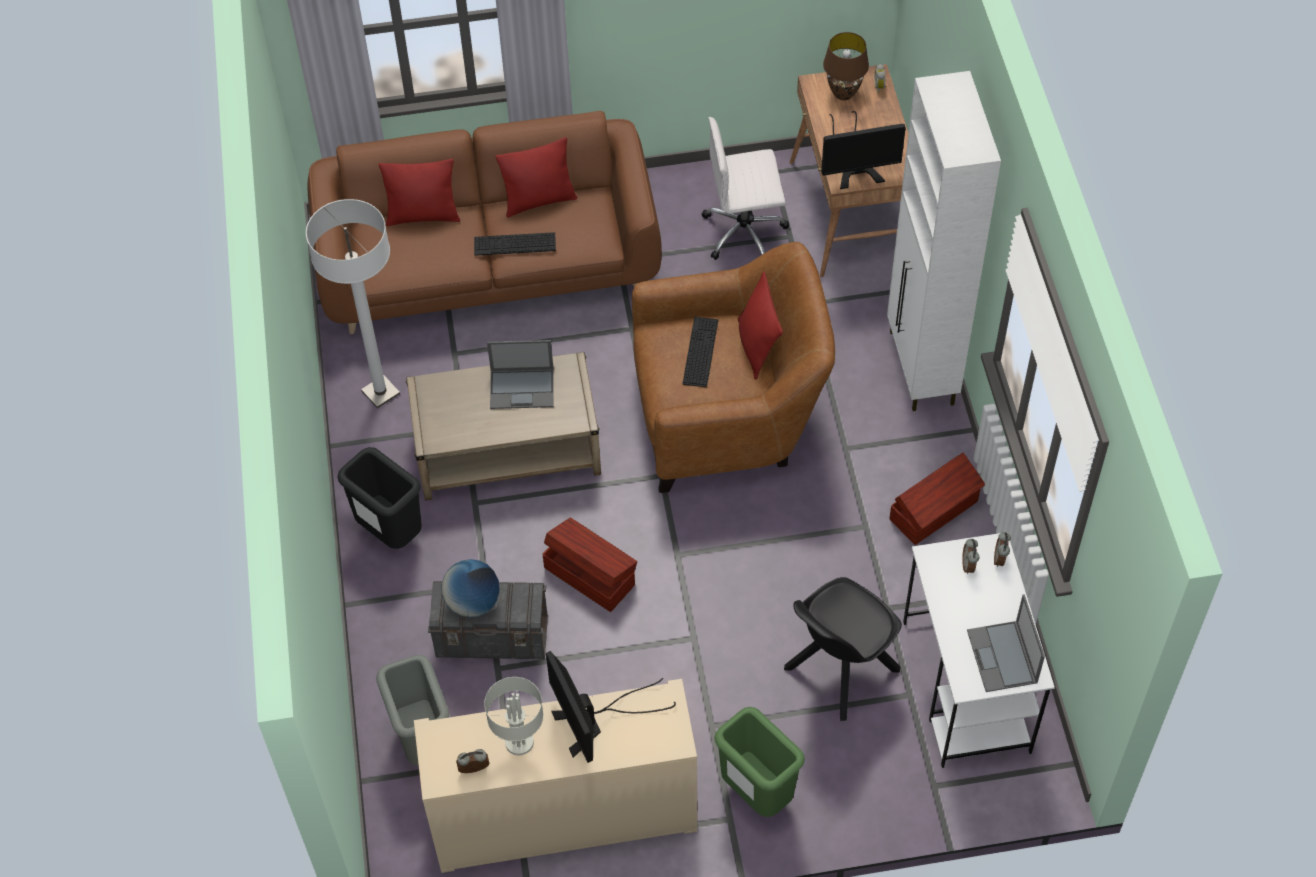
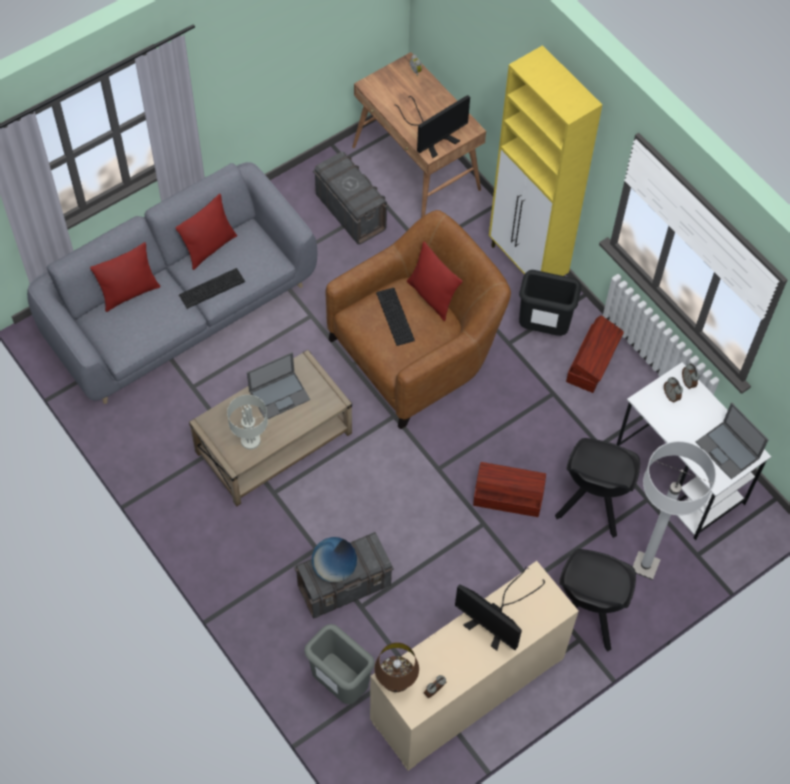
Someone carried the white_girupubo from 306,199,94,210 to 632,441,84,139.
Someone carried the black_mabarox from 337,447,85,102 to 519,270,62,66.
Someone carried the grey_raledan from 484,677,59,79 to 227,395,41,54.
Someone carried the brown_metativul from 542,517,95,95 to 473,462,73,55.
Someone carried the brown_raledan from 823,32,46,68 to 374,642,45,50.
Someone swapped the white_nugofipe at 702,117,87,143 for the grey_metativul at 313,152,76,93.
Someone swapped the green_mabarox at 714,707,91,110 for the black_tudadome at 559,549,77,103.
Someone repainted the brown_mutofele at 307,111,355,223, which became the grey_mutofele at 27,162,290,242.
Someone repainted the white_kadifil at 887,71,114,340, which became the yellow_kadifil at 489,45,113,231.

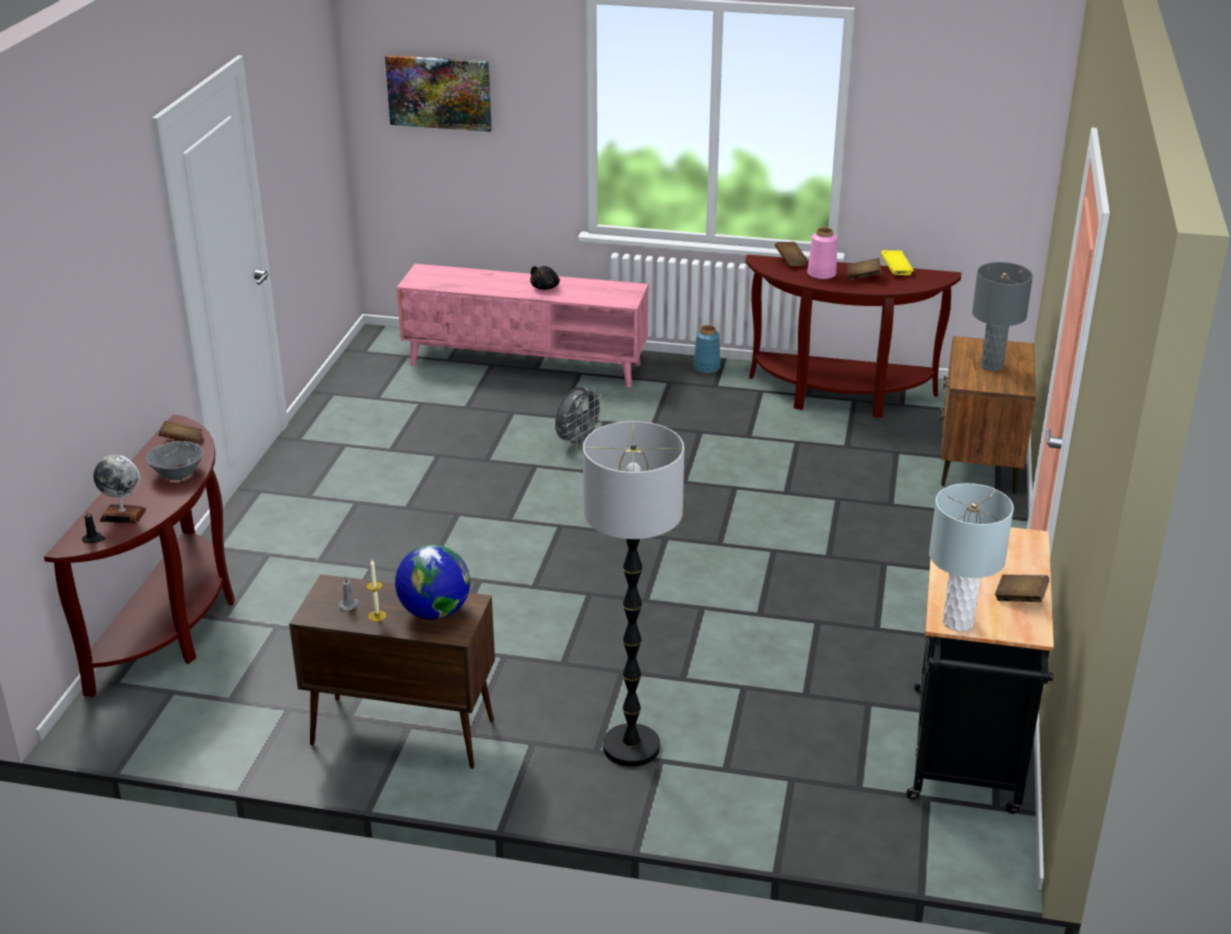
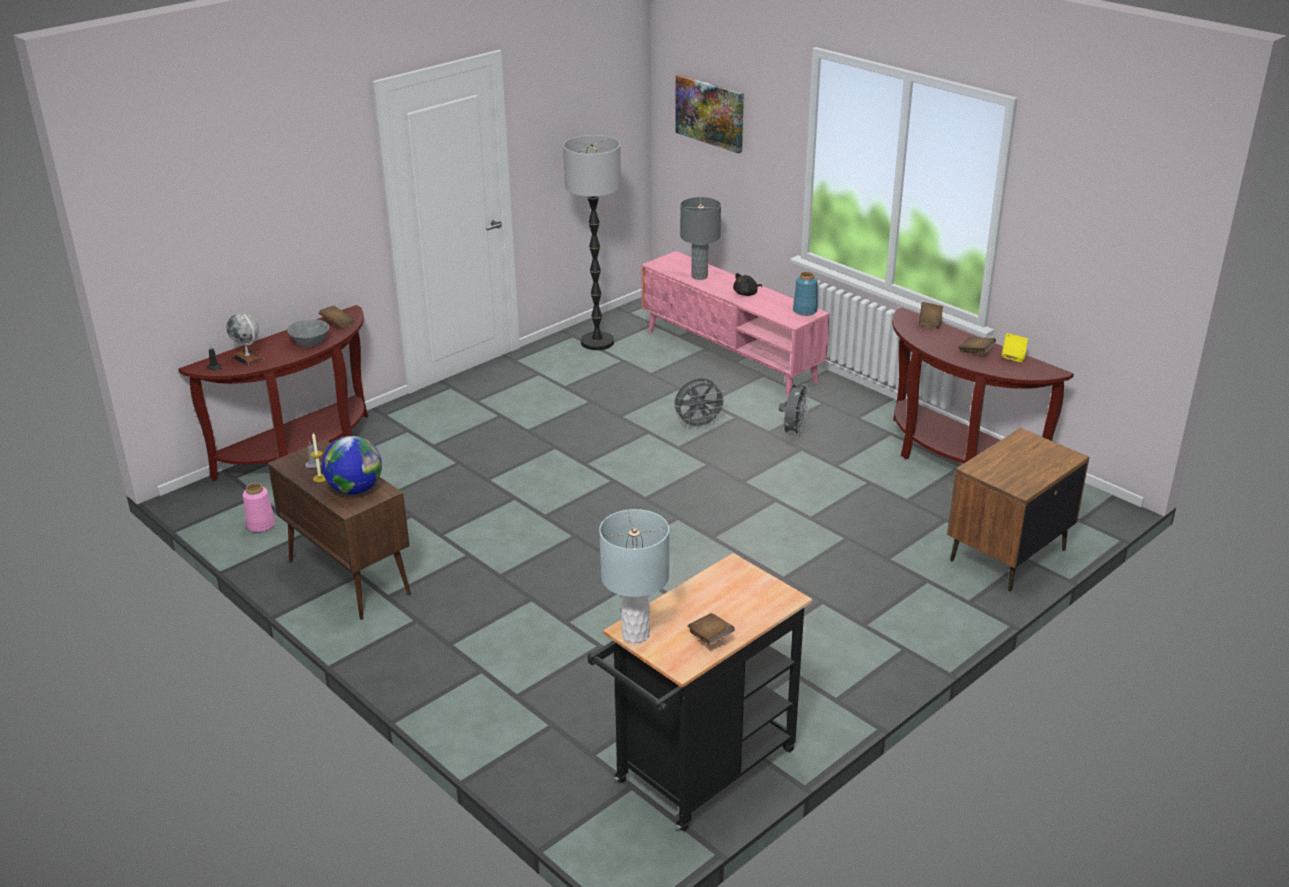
Someone put down the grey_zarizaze at 779,383,31,55.
Someone carried the girupubo from 583,421,101,346 to 563,135,58,215.
Someone carried the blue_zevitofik from 694,325,26,48 to 793,271,25,45.
Someone carried the pink_zevitofik from 807,227,30,53 to 243,483,32,49.
Someone carried the grey_raledan from 972,262,61,109 to 680,197,41,83.

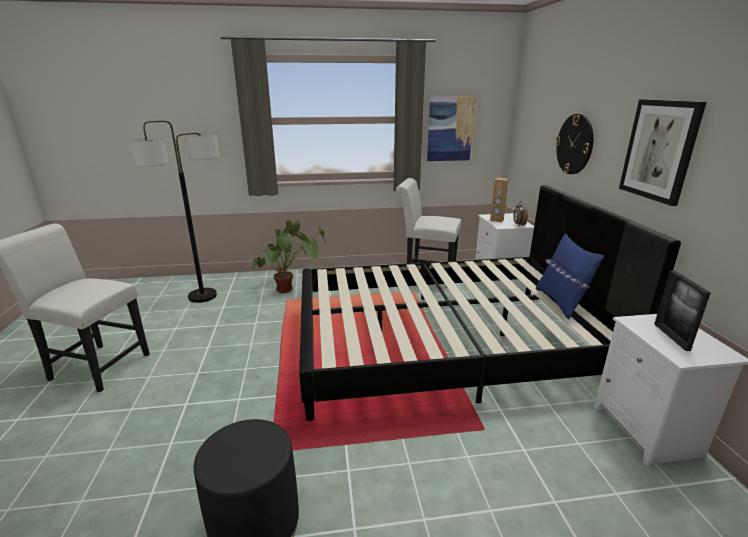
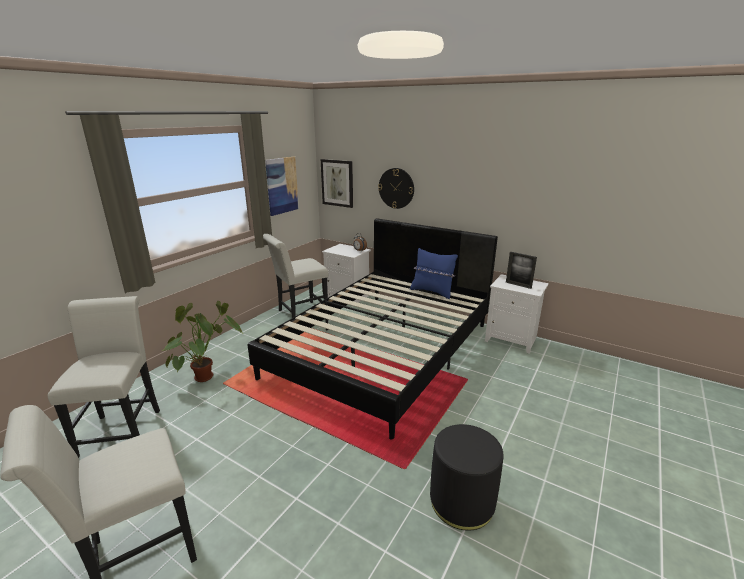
Someone took away the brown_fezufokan at 490,178,18,44.
Someone carried the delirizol from 619,99,88,107 to 321,159,32,49.
Someone swapped the girupubo at 128,120,92,183 for the white_tudadome at 48,296,112,162.

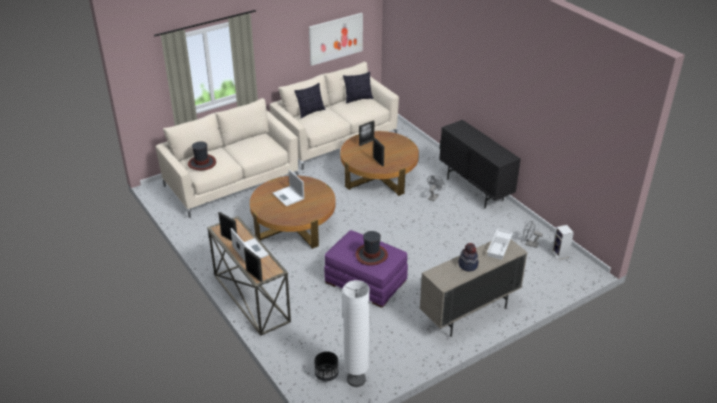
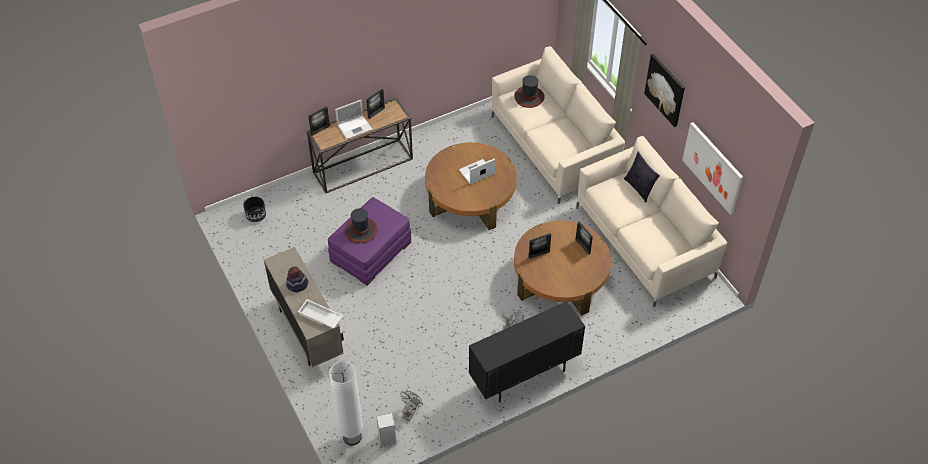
Someone took away the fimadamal at 343,72,30,32.
Someone put up the delirizol at 644,54,41,73.
Someone carried the white_girupubo from 343,280,27,107 to 329,361,34,85.

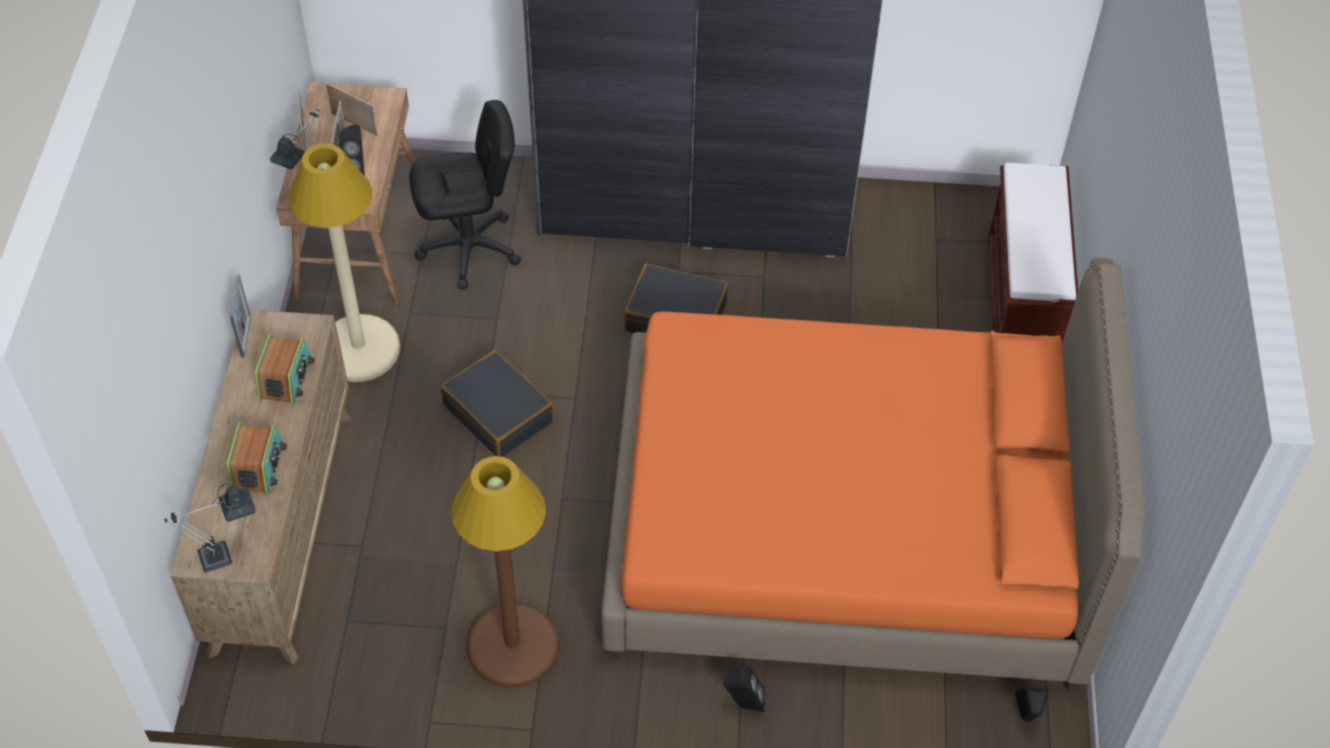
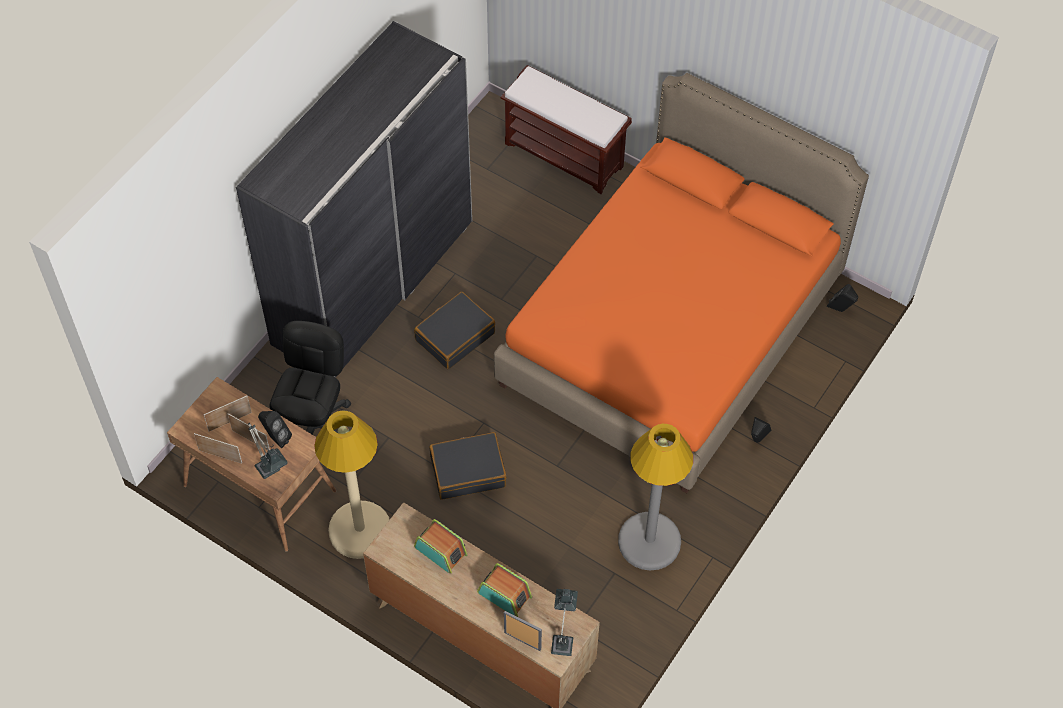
Someone carried the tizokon from 230,274,21,83 to 504,611,38,40.
Someone repainted the brown_girupubo at 451,456,108,232, which became the grey_girupubo at 618,424,75,146.

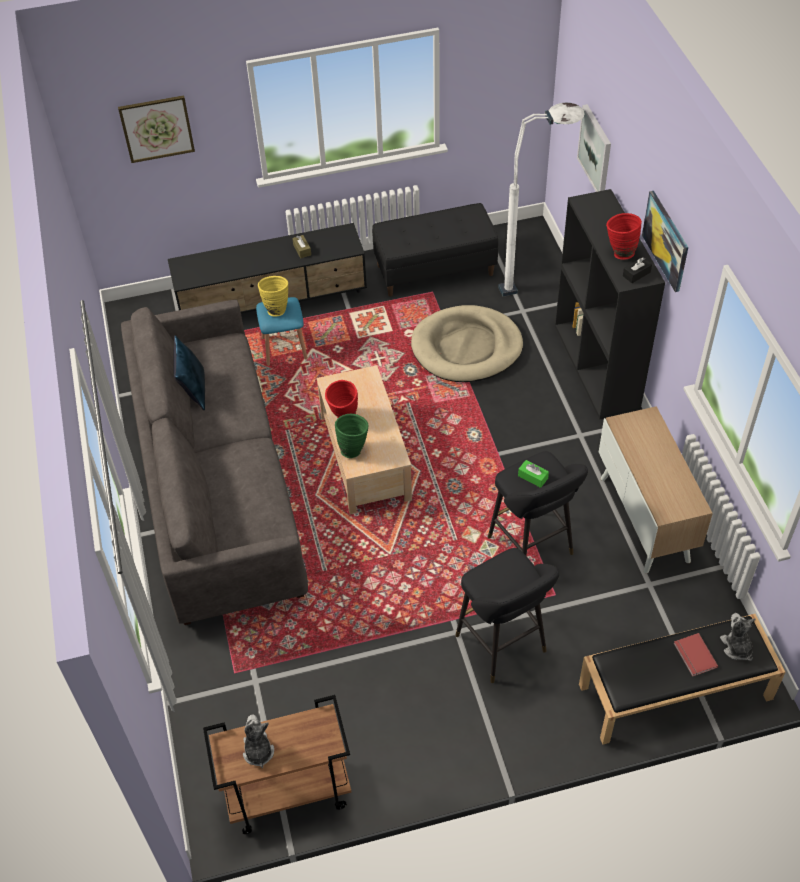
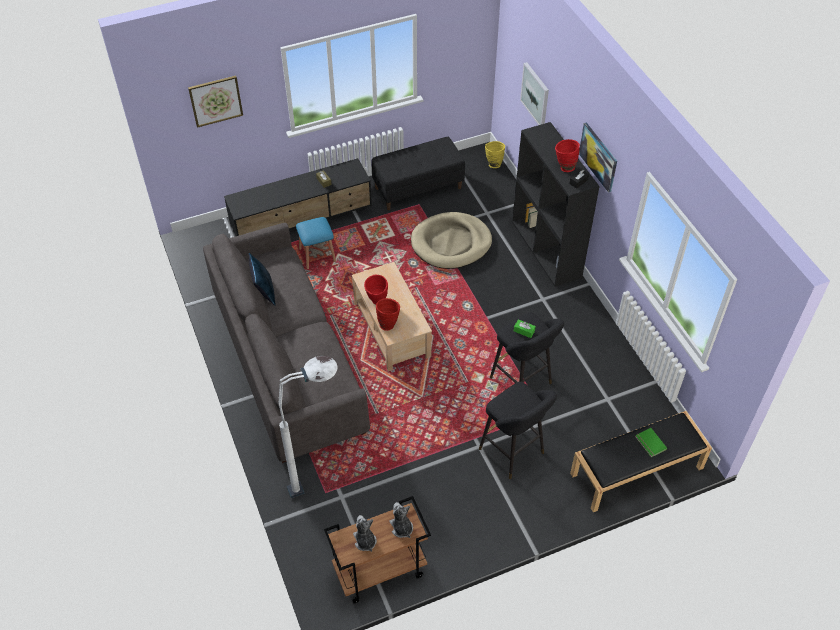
Someone took away the kadifil at 599,406,114,168.
Someone carried the yellow_zevitofik from 258,276,30,41 to 485,141,20,27.
Someone carried the white_girupubo from 498,103,87,194 to 279,356,59,142.
Someone carried the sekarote from 720,613,35,48 to 390,502,23,36.
Someone repainted the green_zevitofik at 335,414,33,44, which became the red_zevitofik at 376,298,24,33.
Someone repainted the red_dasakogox at 674,633,44,44, which became the green_dasakogox at 635,428,32,29.

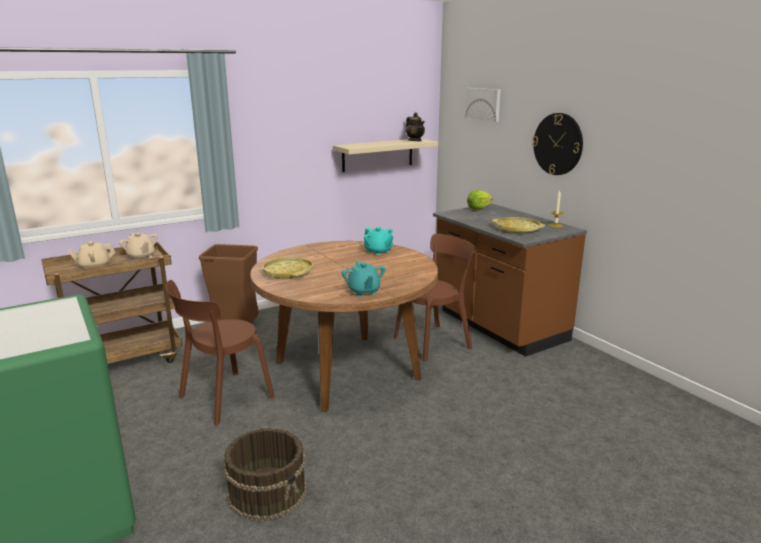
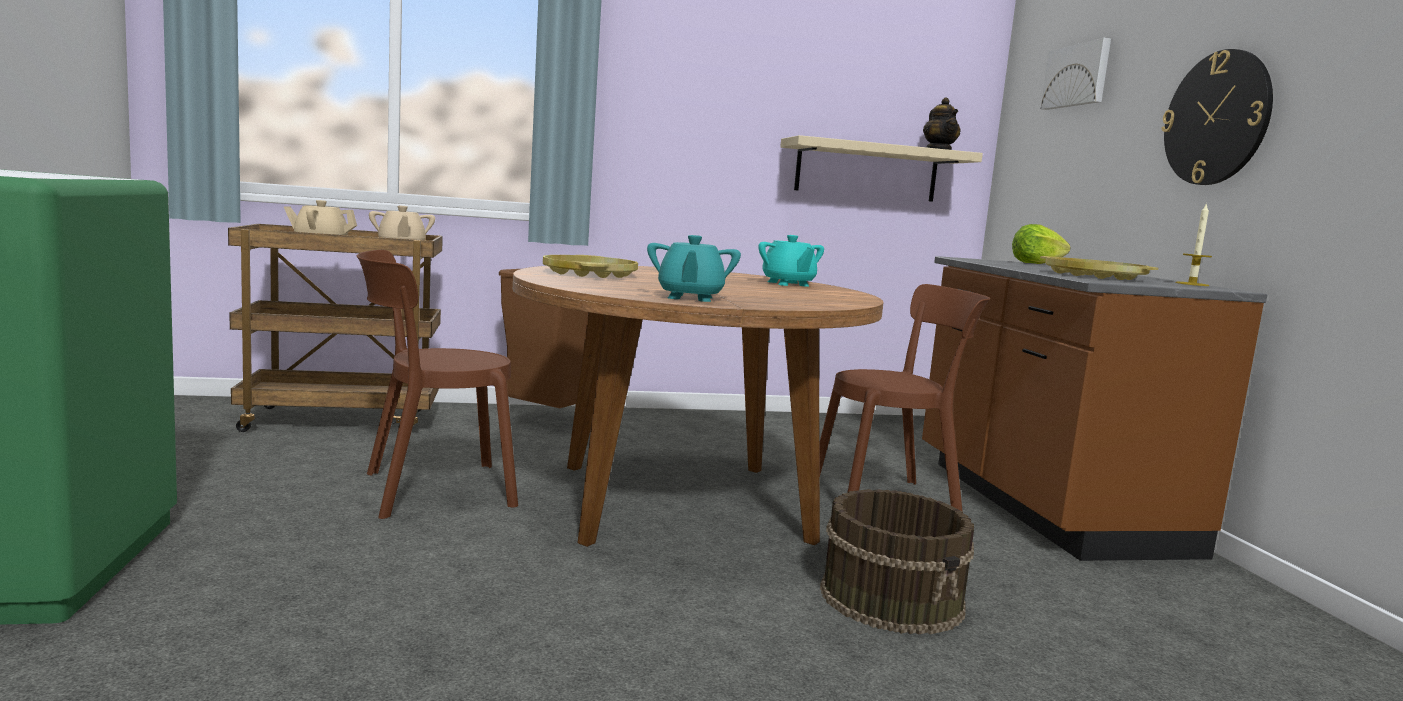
Someone carried the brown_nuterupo from 223,428,84,93 to 820,489,154,146.

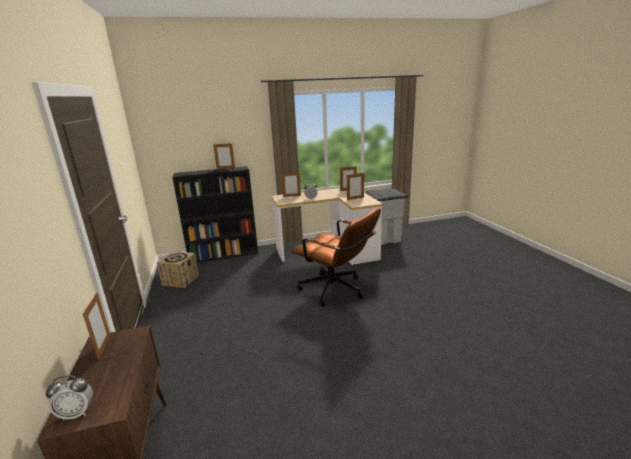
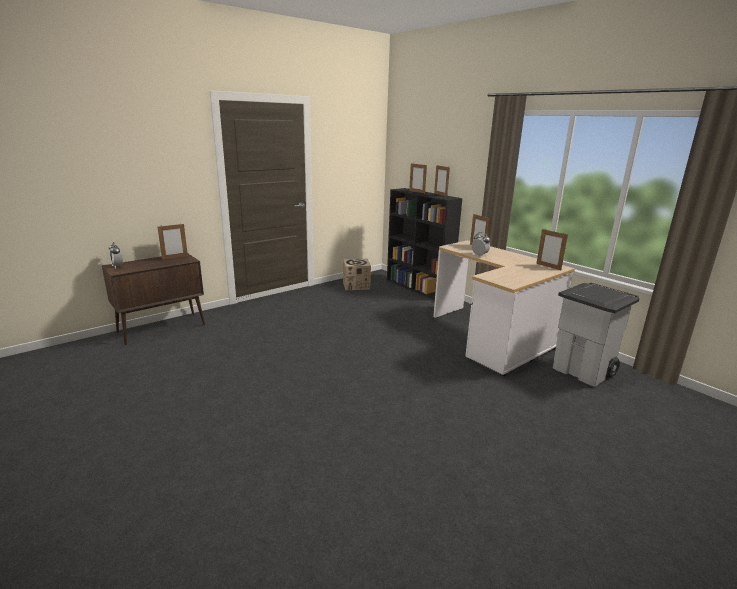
Someone took away the brown_nugofipe at 292,208,89,99.
Someone carried the tizokon from 347,173,17,27 to 409,163,18,30.

